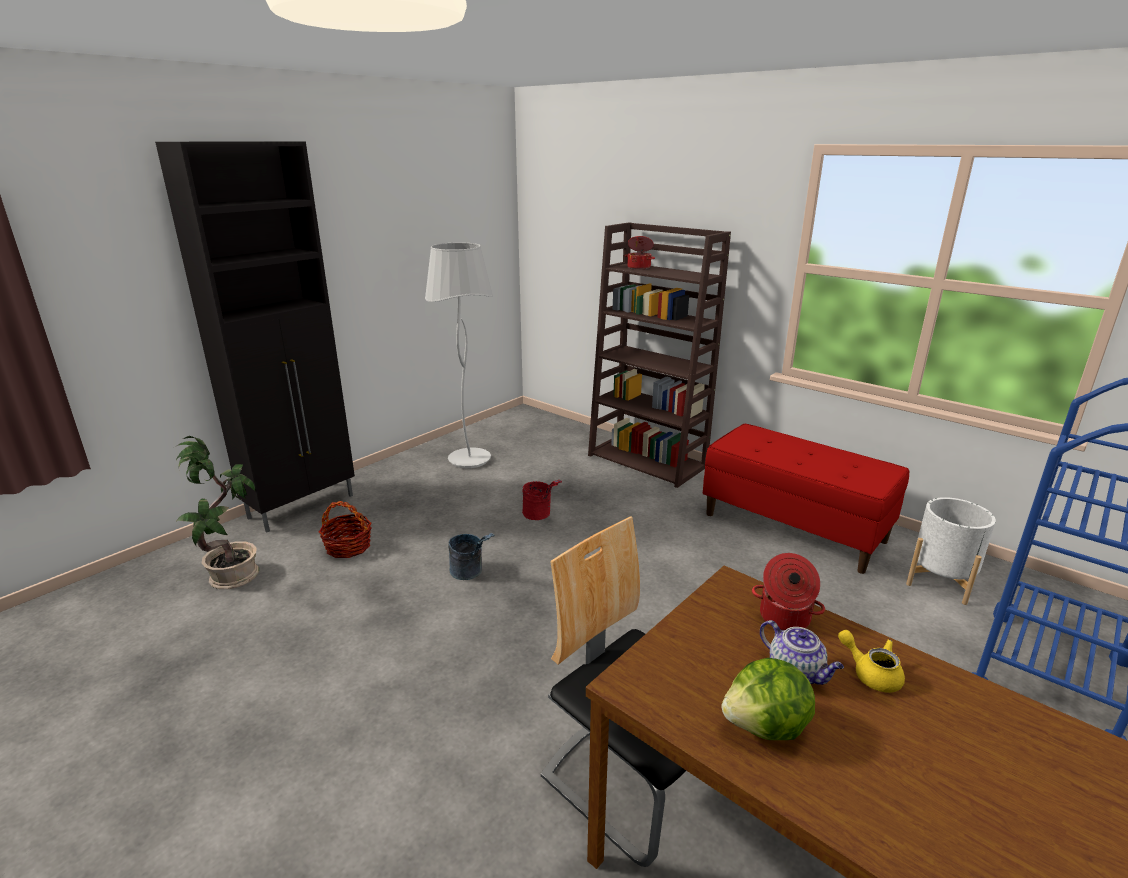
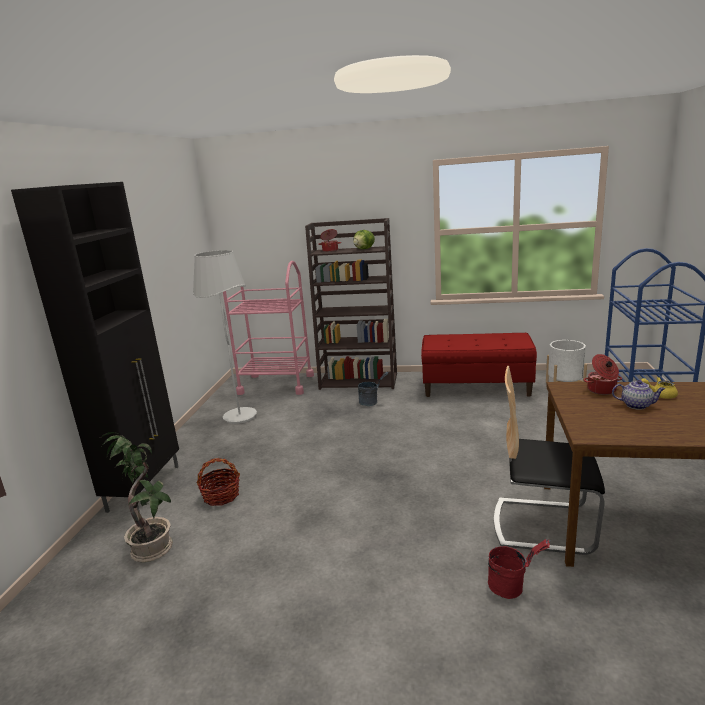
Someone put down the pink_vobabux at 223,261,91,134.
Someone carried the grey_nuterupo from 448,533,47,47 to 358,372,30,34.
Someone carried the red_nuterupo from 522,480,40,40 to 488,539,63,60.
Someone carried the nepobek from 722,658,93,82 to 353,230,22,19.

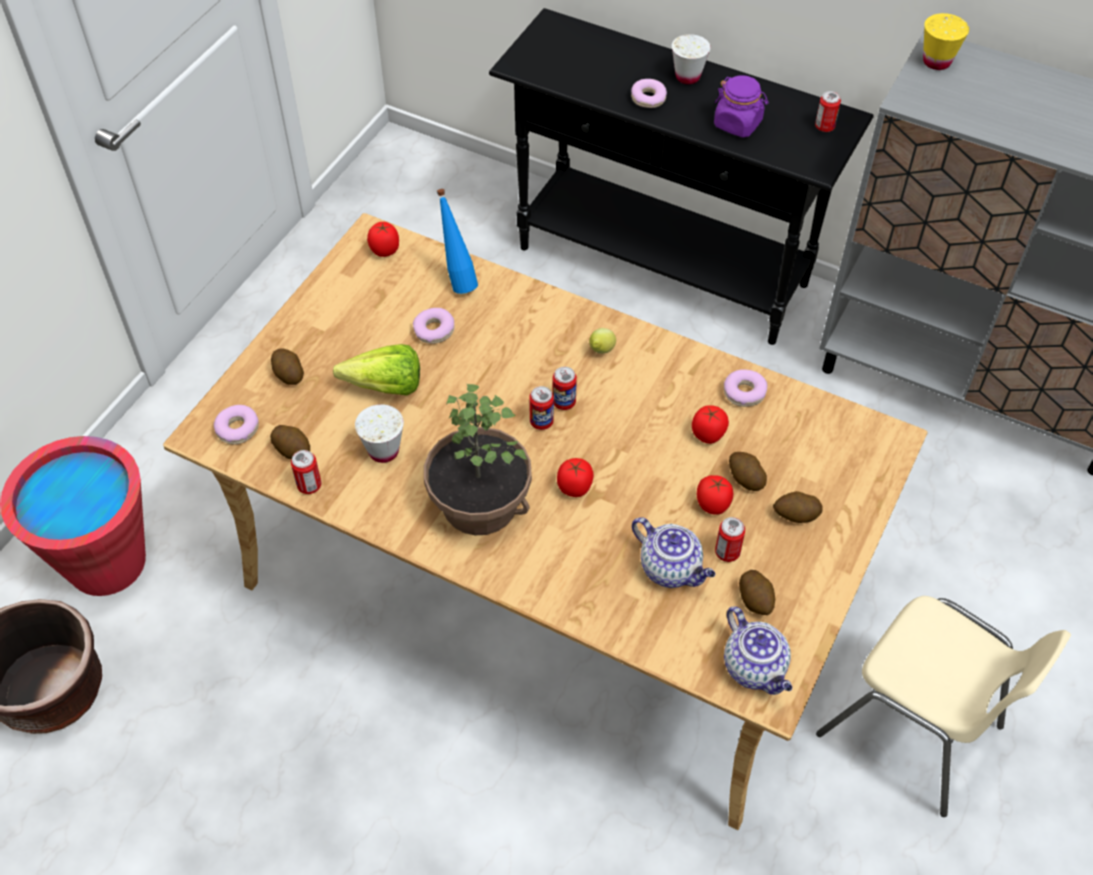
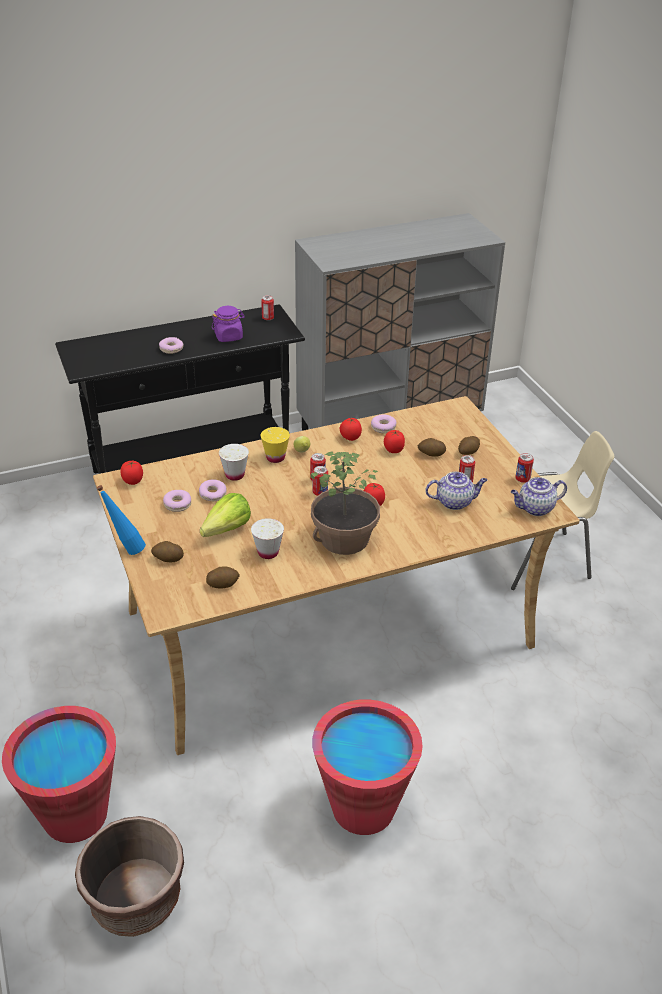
Someone took away the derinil at 739,570,36,45.
Someone put down the red_nuterupo at 312,699,111,136.
Someone carried the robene from 214,405,45,40 to 163,490,28,22.
Someone carried the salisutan from 291,450,30,44 to 515,453,19,30.
Someone carried the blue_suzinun from 437,189,41,105 to 97,485,49,70.
Someone carried the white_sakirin from 672,34,39,50 to 219,444,30,37.
Someone carried the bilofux from 697,475,36,40 to 340,418,22,23.
Someone carried the yellow_sakirin from 923,13,46,57 to 261,427,29,36.
Someone rotated the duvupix at 724,606,68,89 by 150 degrees clockwise.

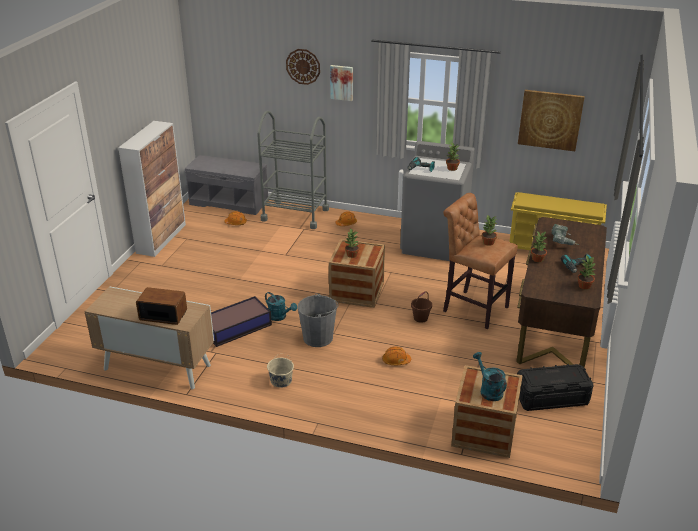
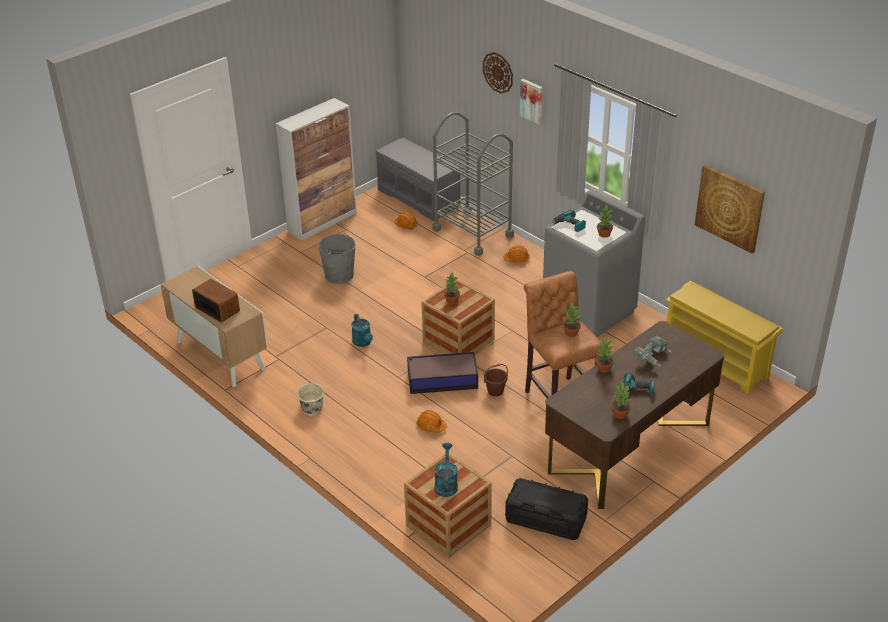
Someone carried the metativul from 211,296,61,51 to 407,352,71,42.
Someone carried the grey_nuterupo from 298,294,40,53 to 318,233,38,51.

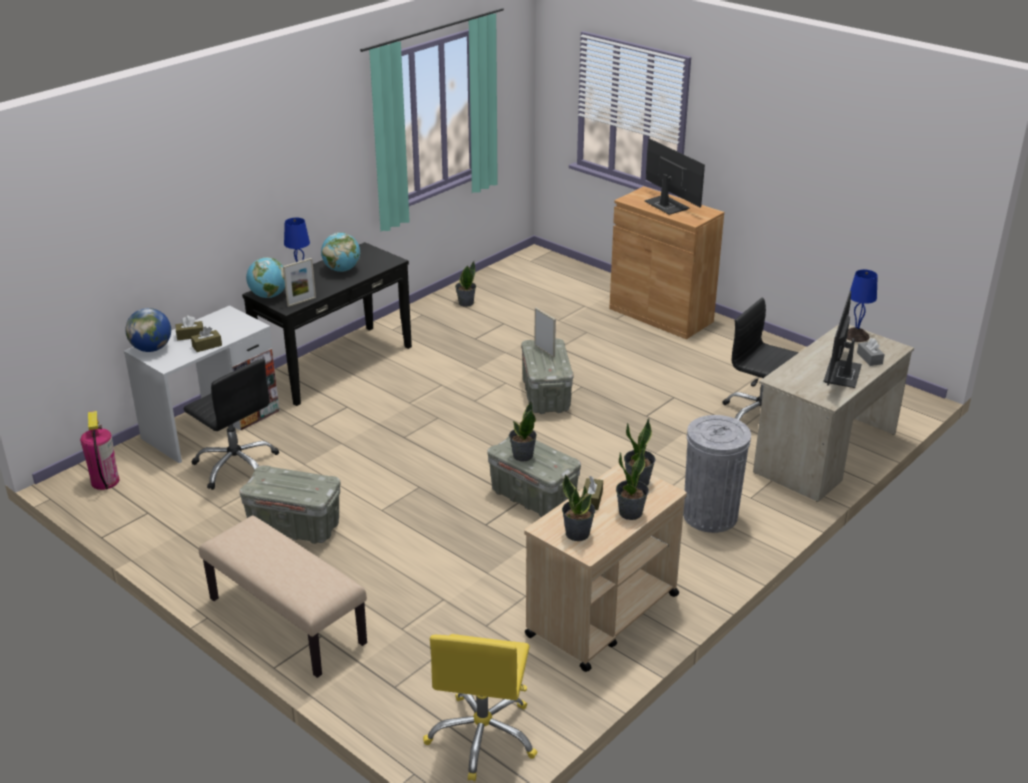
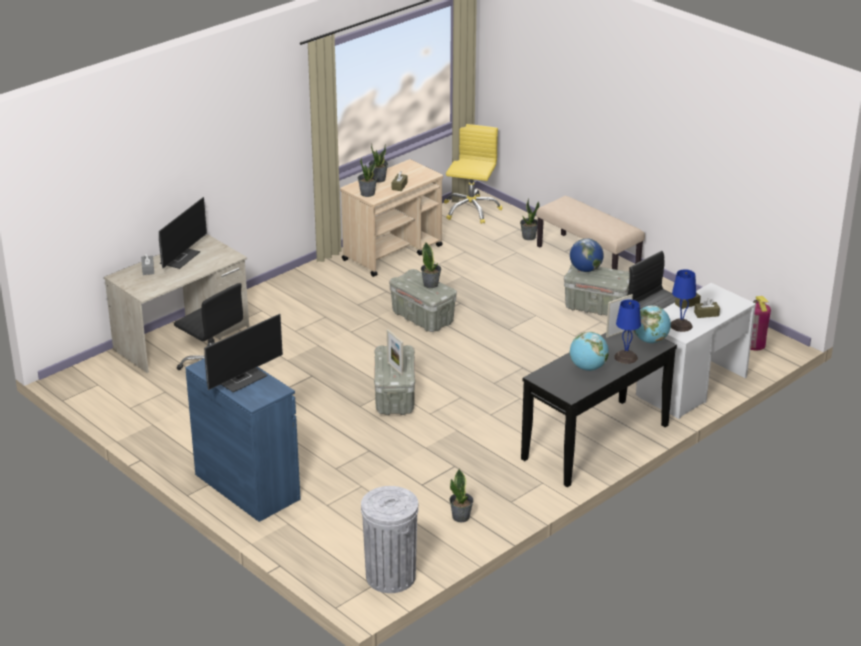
Someone carried the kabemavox from 126,308,45,44 to 570,238,34,34.
Someone carried the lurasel from 562,475,33,66 to 520,198,20,42.
Someone carried the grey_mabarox from 683,415,68,118 to 361,486,57,107.
Someone carried the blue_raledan from 847,269,31,73 to 671,269,25,63.
Someone repainted the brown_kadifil at 609,186,115,153, which became the blue_kadifil at 185,358,116,164.
Someone rotated the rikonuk at 645,138,60,77 by 105 degrees counterclockwise.

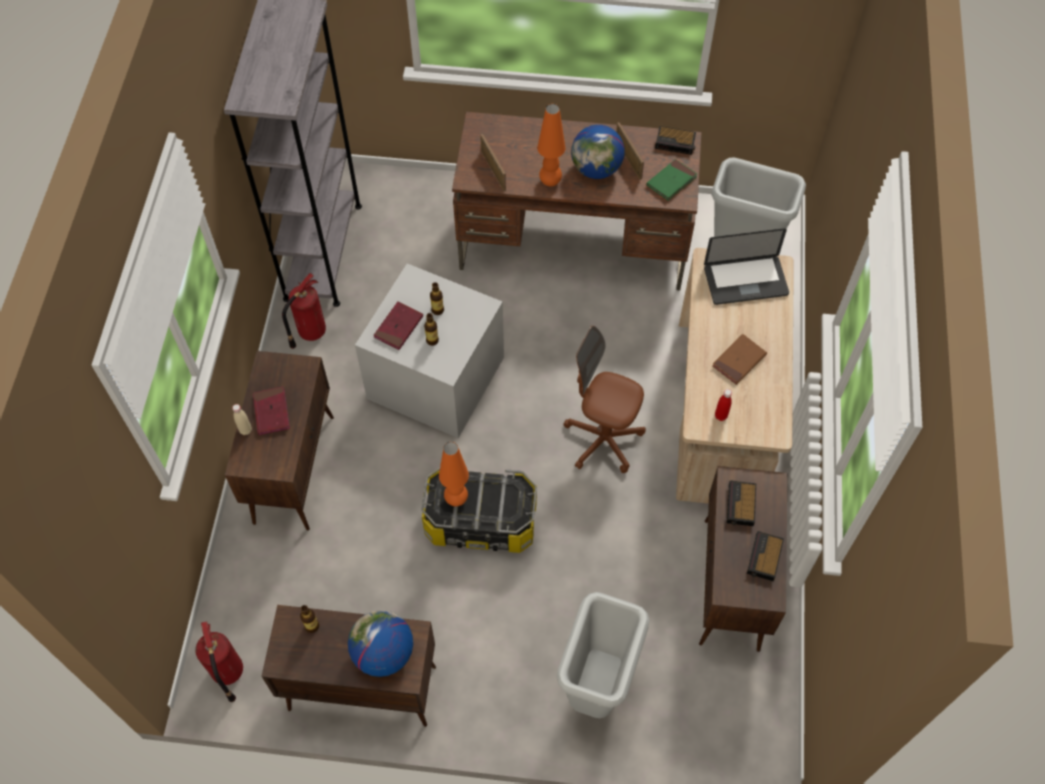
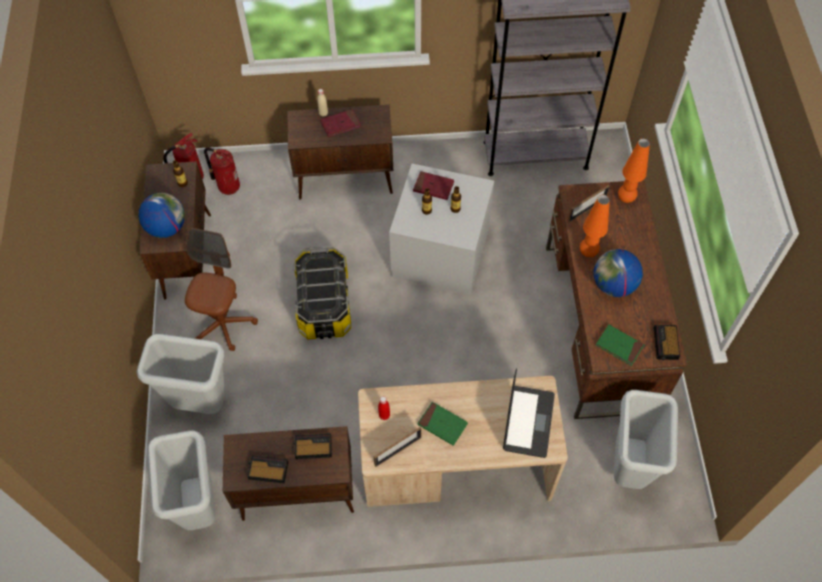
Someone put down the grey_mabarox at 147,430,68,100.
Someone carried the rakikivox from 282,273,44,76 to 204,147,36,48.
Someone carried the orange_raledan from 439,442,30,64 to 618,138,32,65.
Someone carried the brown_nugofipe from 564,326,82,147 to 185,228,73,123.
Someone carried the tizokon from 616,122,28,58 to 374,427,47,40.
Someone repainted the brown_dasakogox at 712,334,55,51, which became the green_dasakogox at 417,402,51,44.
Someone rotated the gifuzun at 704,228,85,77 by 150 degrees counterclockwise.

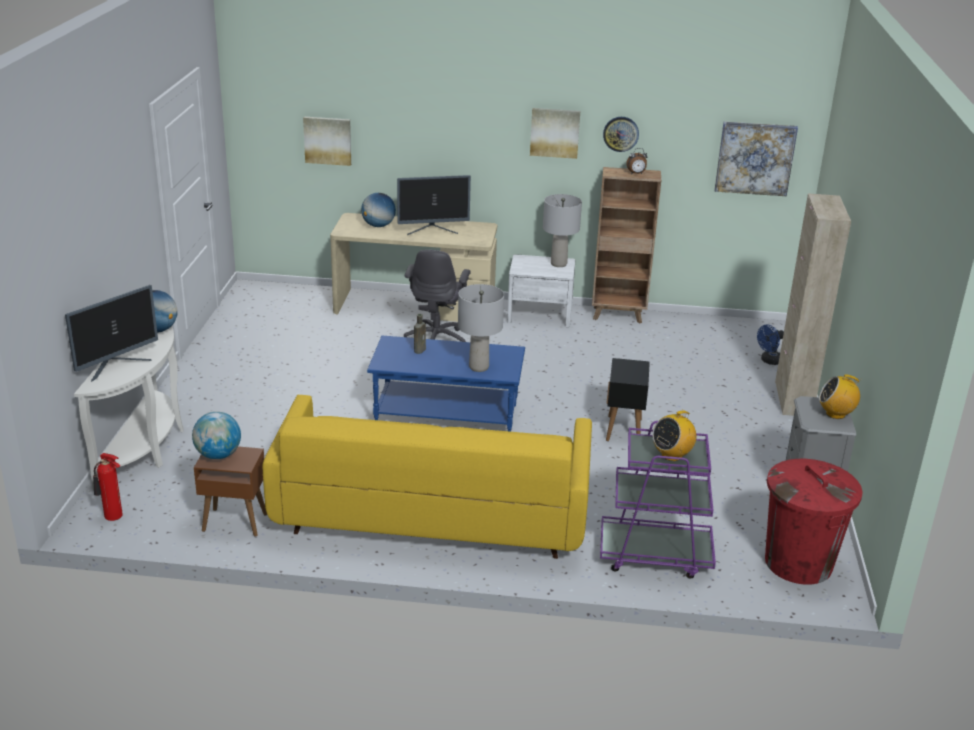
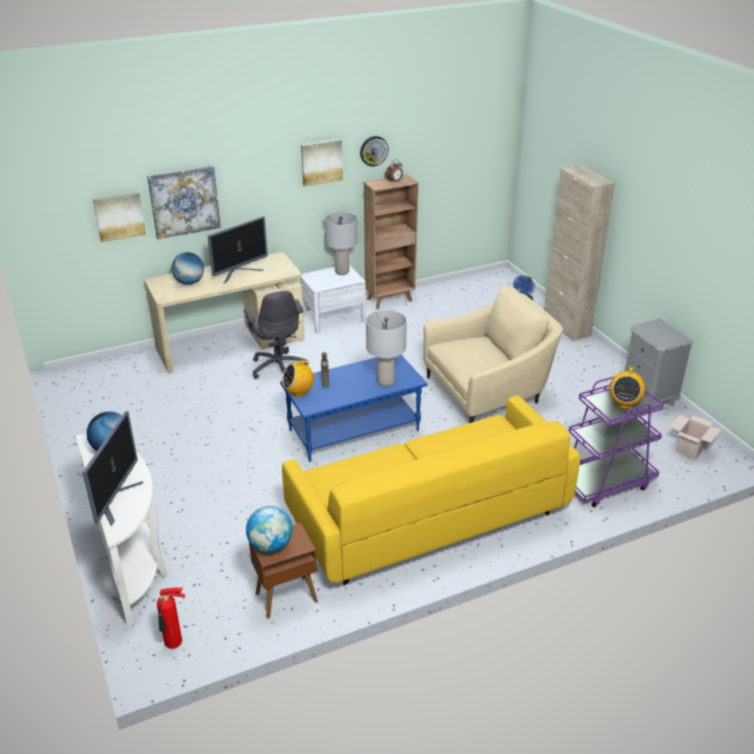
Someone carried the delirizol from 715,121,83,75 to 147,166,74,73.
Someone carried the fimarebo from 819,374,43,45 to 282,360,32,37.
Someone swapped the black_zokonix at 606,358,44,83 for the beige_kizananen at 423,286,140,137.
Someone swapped the red_mabarox at 765,459,98,126 for the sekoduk at 670,414,51,45.

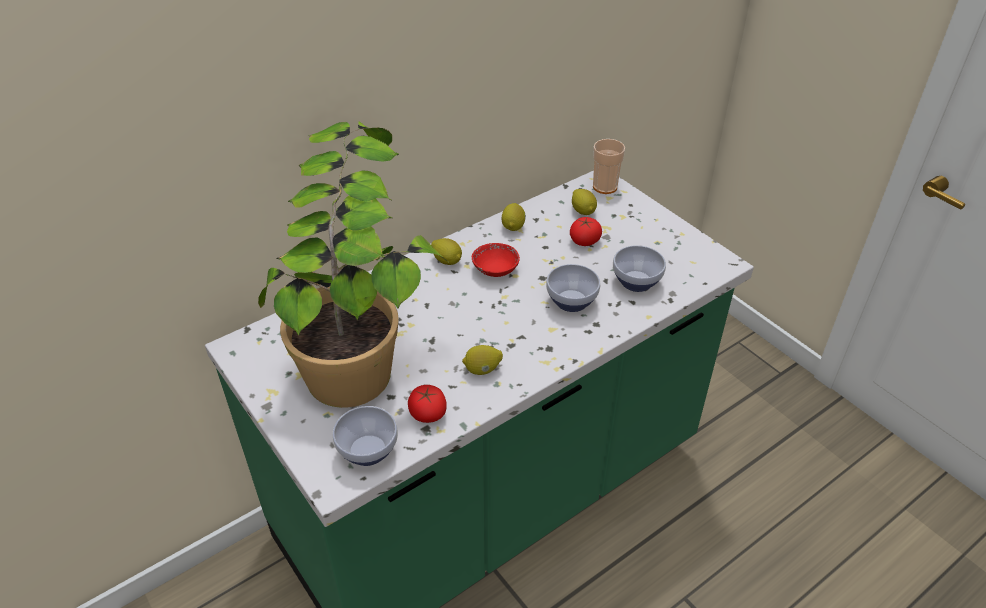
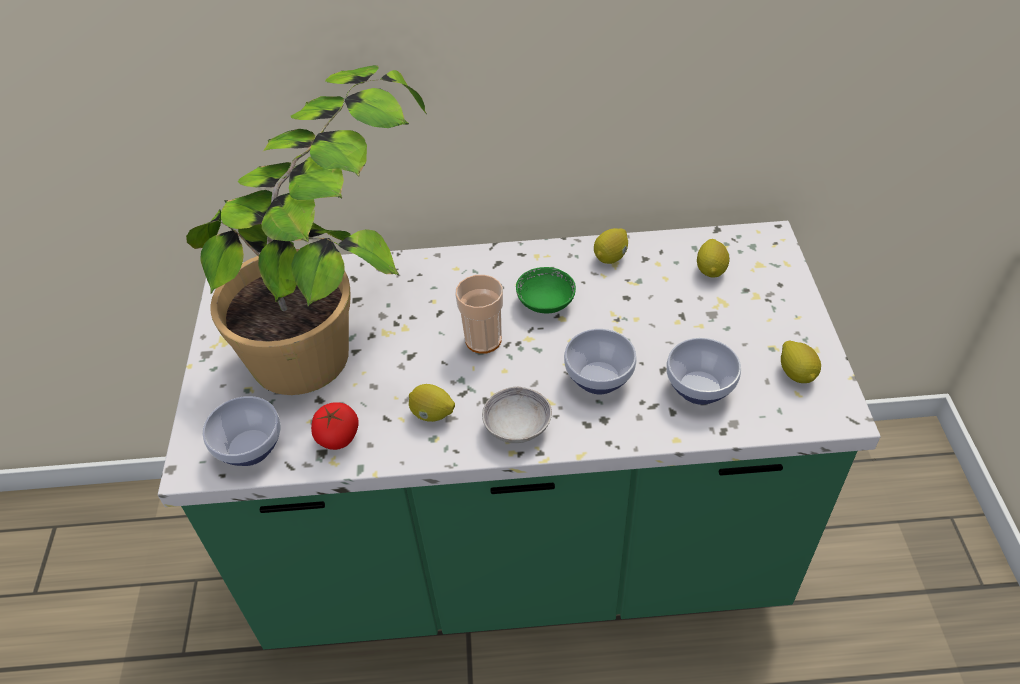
Someone took away the bilofux at 570,217,32,29.
Someone put down the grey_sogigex at 482,387,70,56.
Someone carried the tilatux from 431,238,31,27 to 781,340,40,43.
Someone carried the sakirin from 593,139,32,55 to 455,275,48,79.
Someone repainted the red_sogigex at 472,243,48,34, which became the green_sogigex at 516,267,60,46.

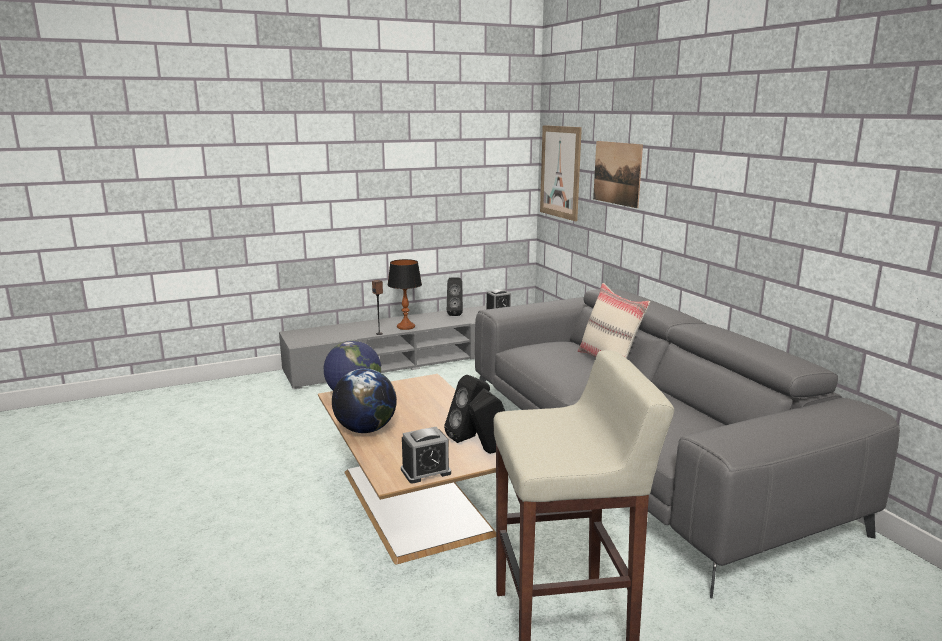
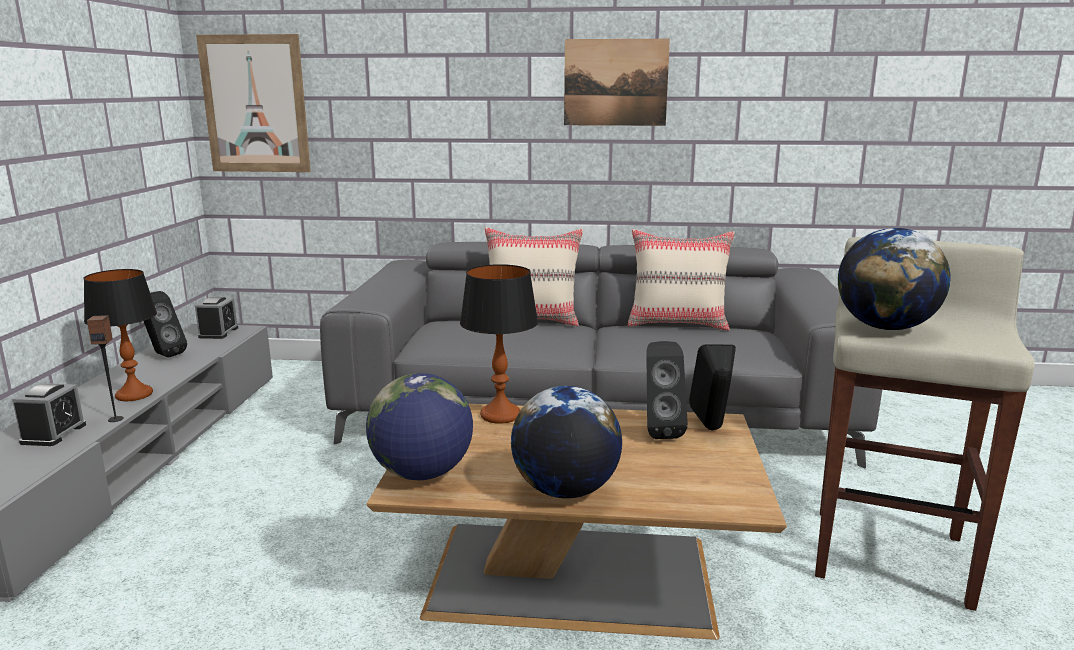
Someone put down the raledan at 460,264,78,160.
Someone put down the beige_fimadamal at 628,229,106,102.
Someone put down the kabemavox at 838,228,112,102.
Someone carried the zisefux from 401,427,50,57 to 12,383,74,63.
Someone carried the delirizol from 593,141,50,67 to 564,39,106,87.

